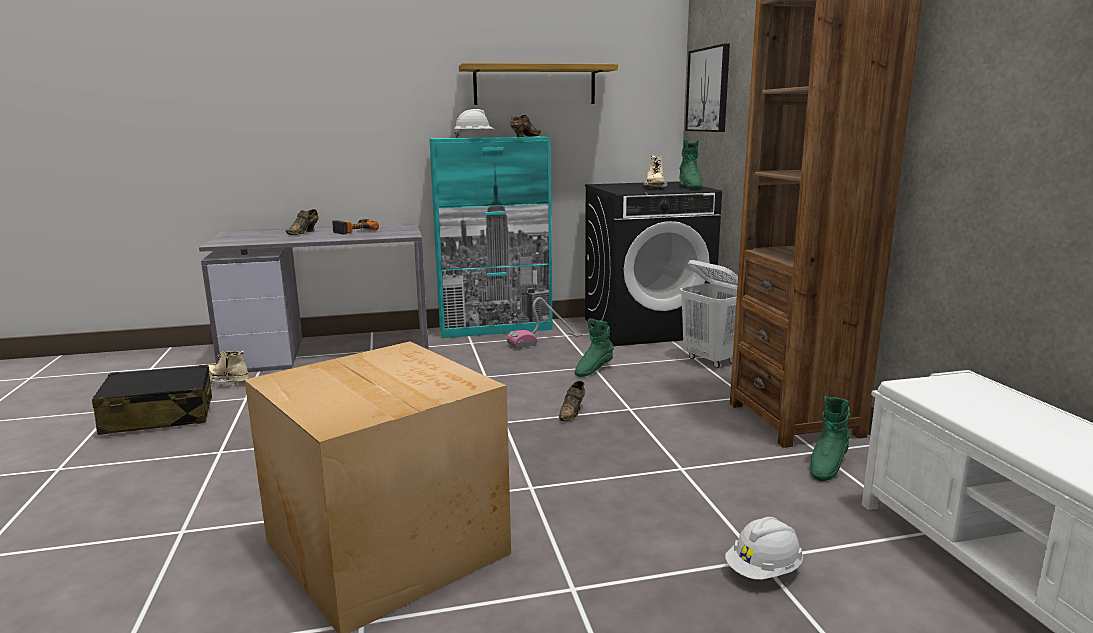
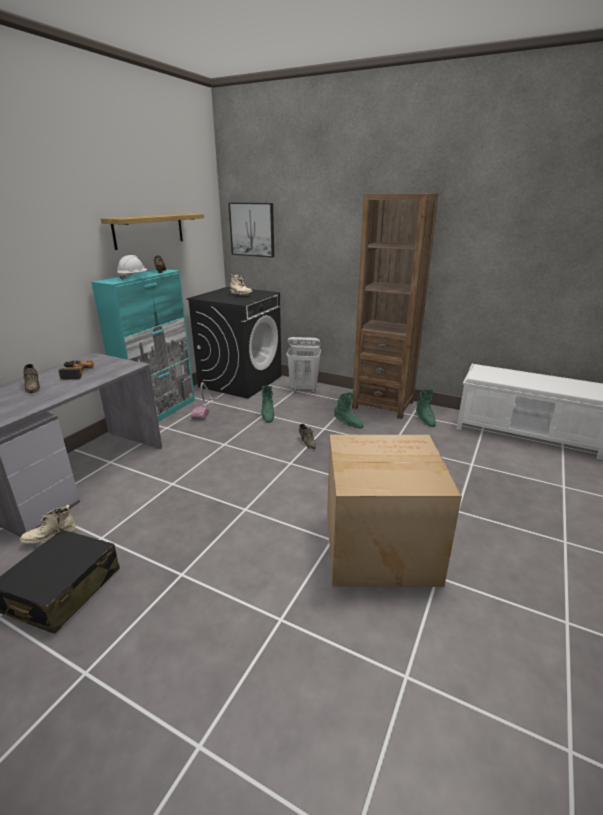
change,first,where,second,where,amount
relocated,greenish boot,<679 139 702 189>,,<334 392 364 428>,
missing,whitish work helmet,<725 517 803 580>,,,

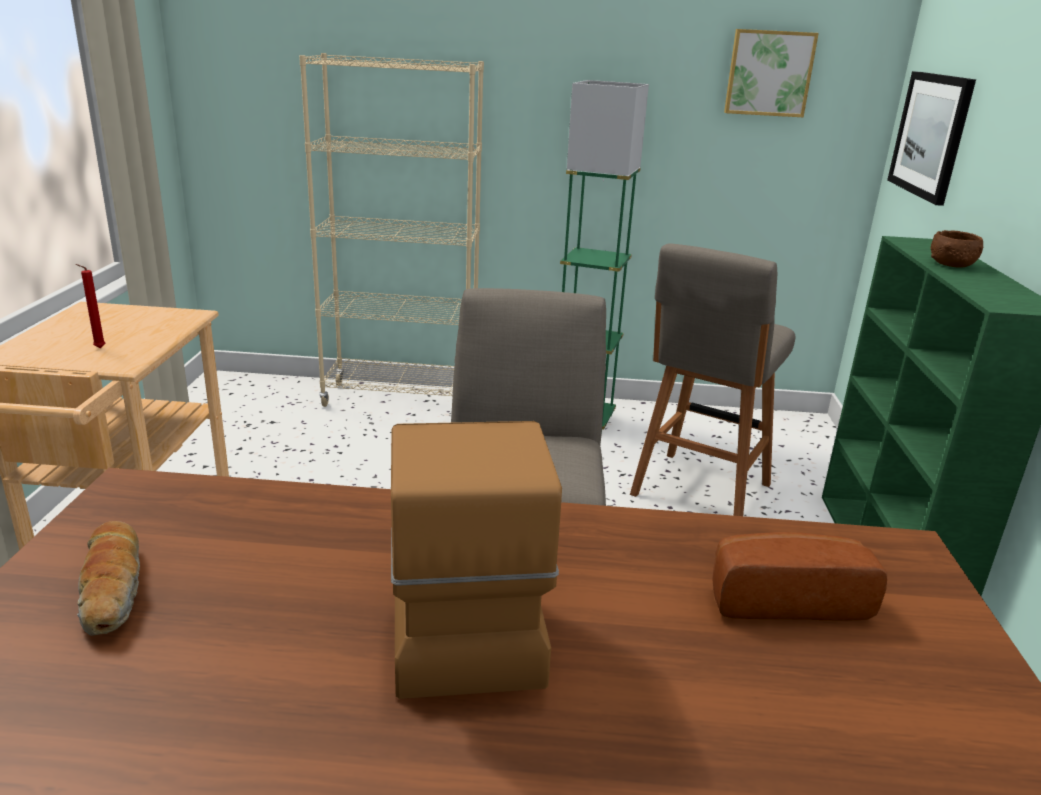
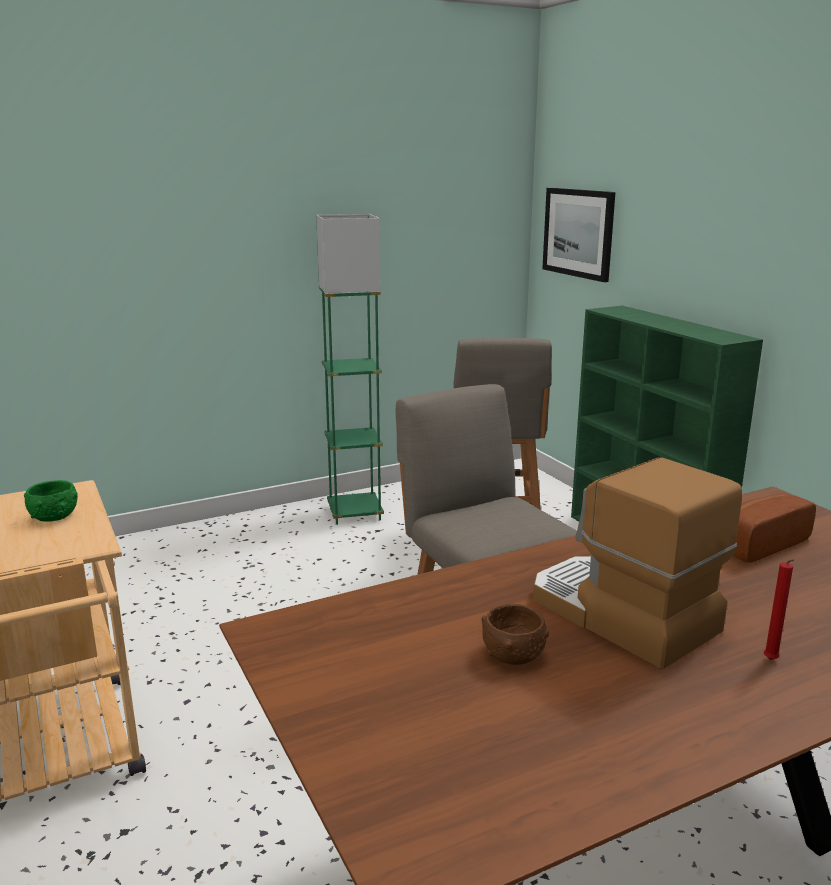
change,first,where,second,where,amount
appeared,,,greenish serving bowl,<24 480 78 522>,
relocated,brown serving bowl,<931 230 983 267>,,<481 604 549 665>,
relocated,red-coloured wax light,<75 264 105 348>,,<764 559 794 660>,
missing,bread,<77 521 140 636>,,,
missing,sand-coloured bookcase,<299 53 484 407>,,,
missing,wall art,<724 29 819 117>,,,

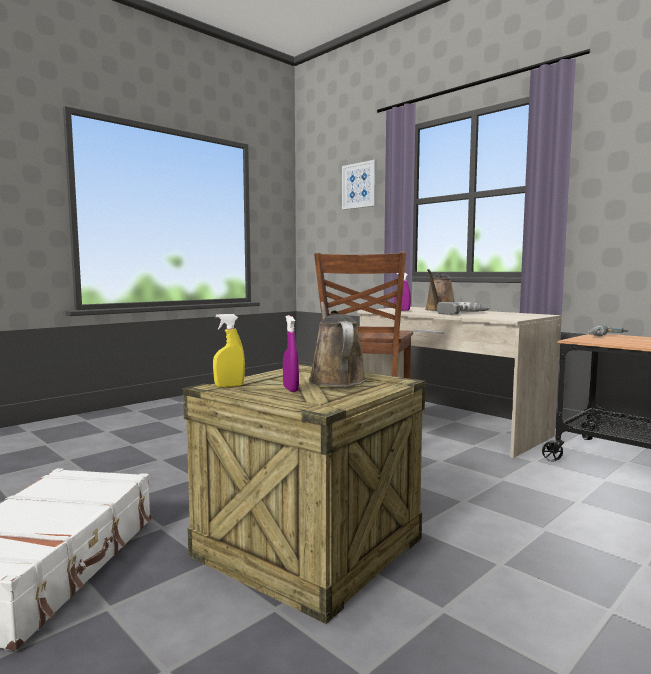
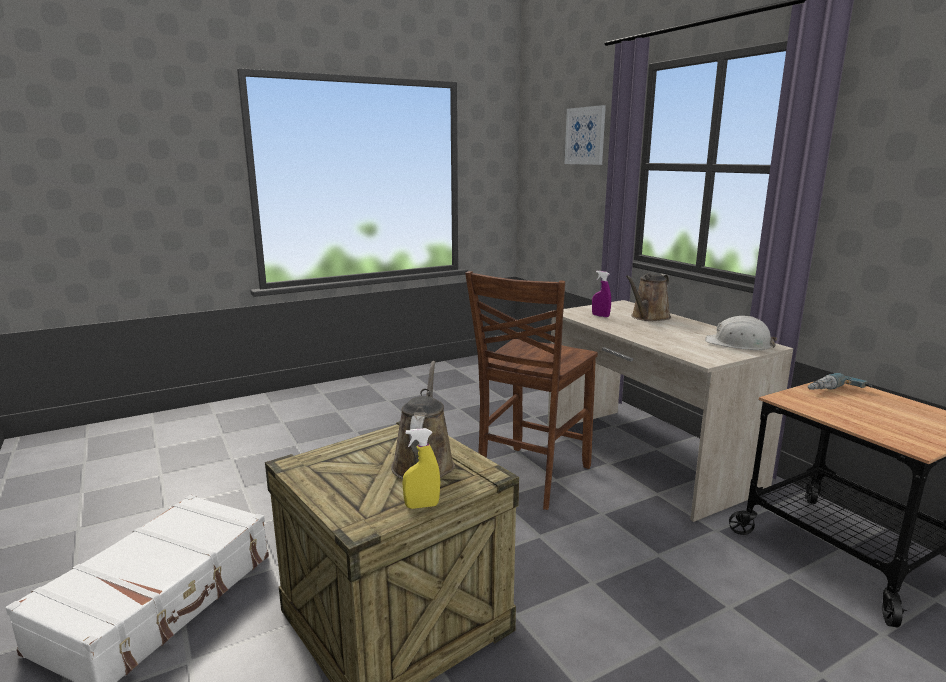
change,first,where,second,where,amount
relocated,yellowish hand sprayer,<213 314 245 387>,,<402 428 440 509>,
appeared,,,whitish work helmet,<705 316 778 350>,
missing,purple-coloured hand sprayer,<283 315 299 392>,,,
missing,power drill,<437 302 490 315>,,,

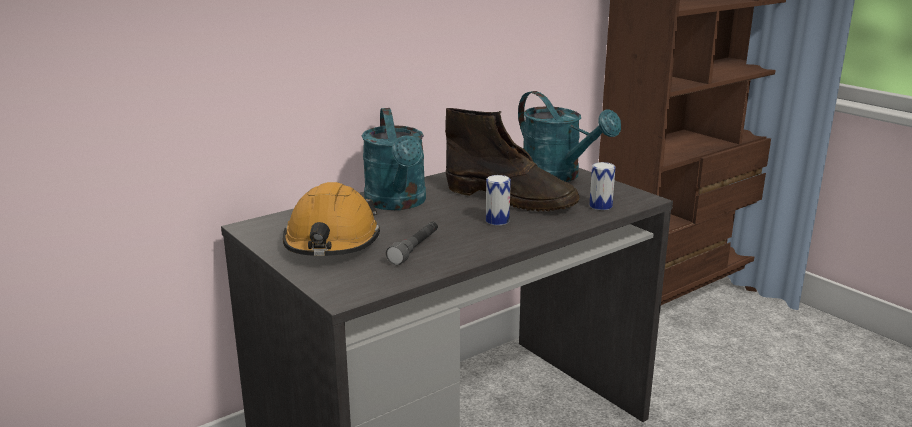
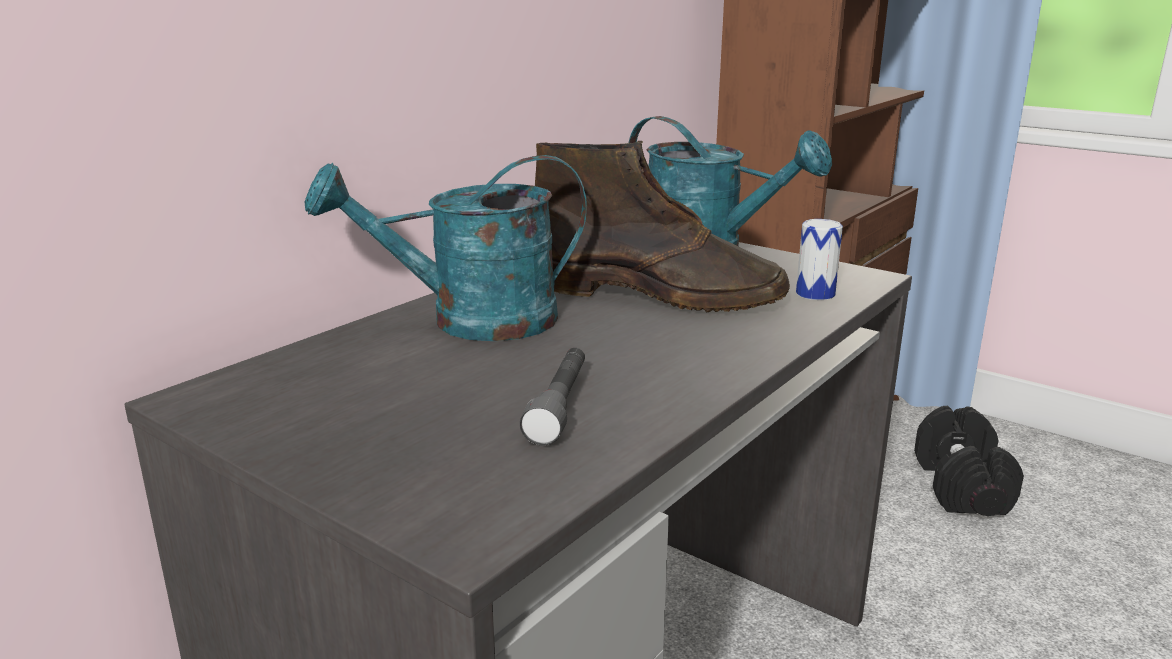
change,first,where,second,where,amount
spun,turquoise-coloured sprinkling can,<362 108 426 210>,,<304 155 587 341>,105 degrees clockwise
appeared,,,black dumbbell,<914 406 1024 516>,
missing,orangey work helmet,<283 182 380 256>,,,
missing,sealed can,<486 175 511 225>,,,

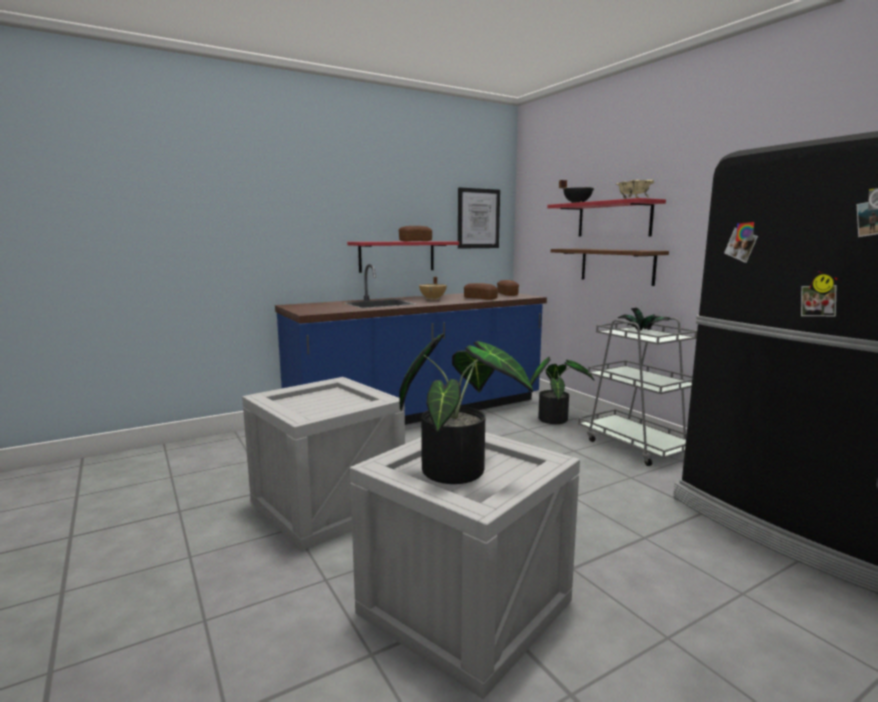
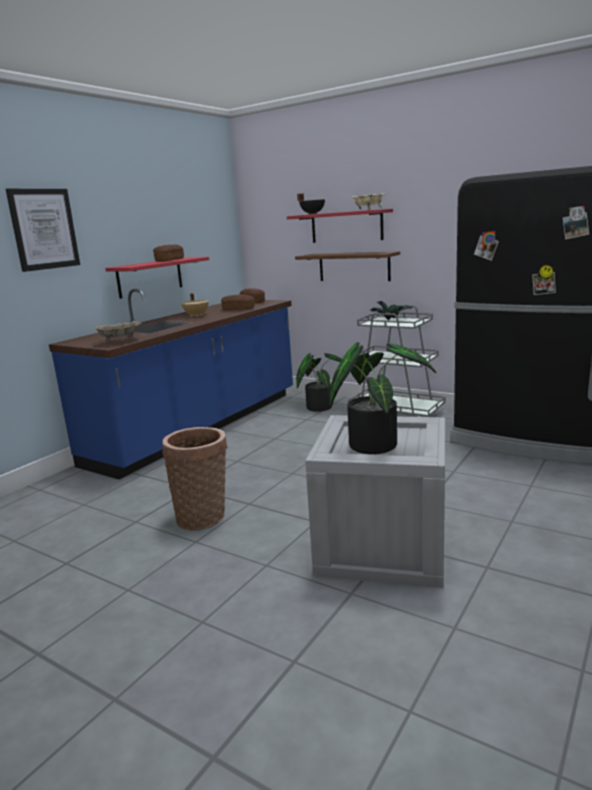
change,first,where,second,where,amount
relocated,wall art,<458 187 500 249>,,<6 189 80 272>,
appeared,,,sand-coloured serving bowl,<94 321 142 343>,
exchanged,packing crate,<242 377 405 551>,storage basket,<162 427 228 530>,

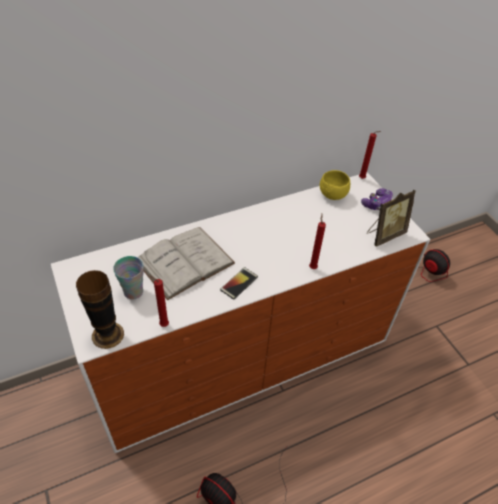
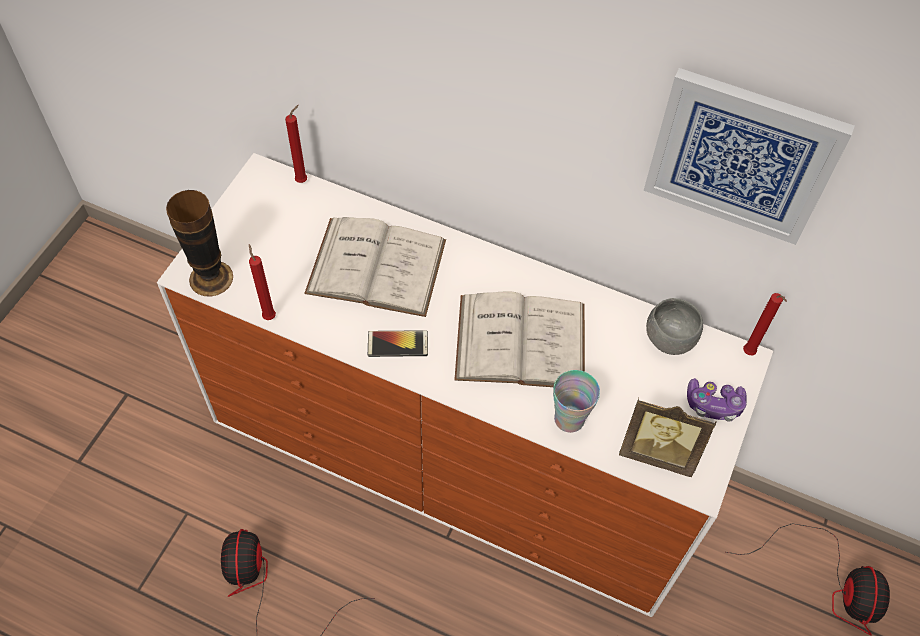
change,first,where,second,where,amount
relocated,red-coloured wax light,<309 214 326 269>,,<285 105 307 183>,
appeared,,,whitish book,<454 291 585 387>,
relocated,drinking cup,<113 256 144 300>,,<553 370 600 433>,
appeared,,,wall art,<644 68 855 245>,
colour,yellowish serving bowl,<320 170 350 200>,greyish serving bowl,<646 298 703 355>,

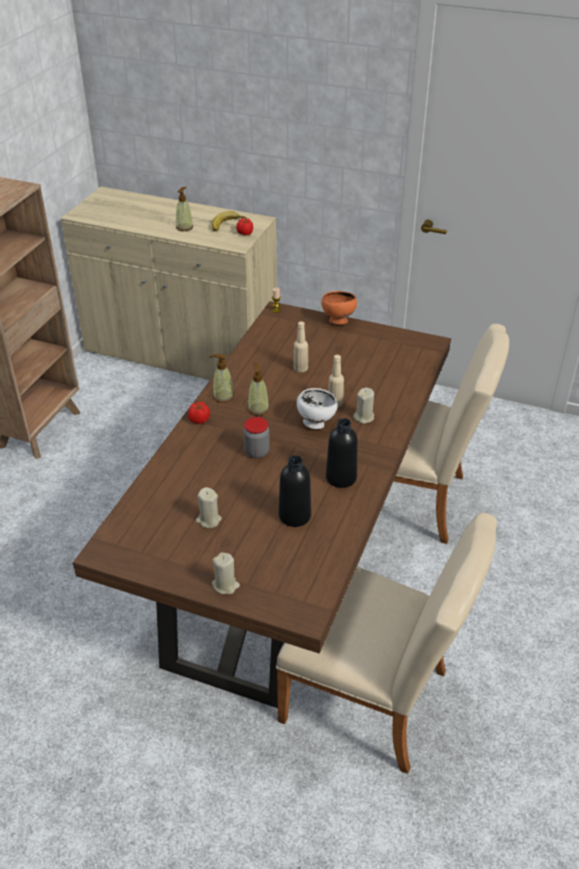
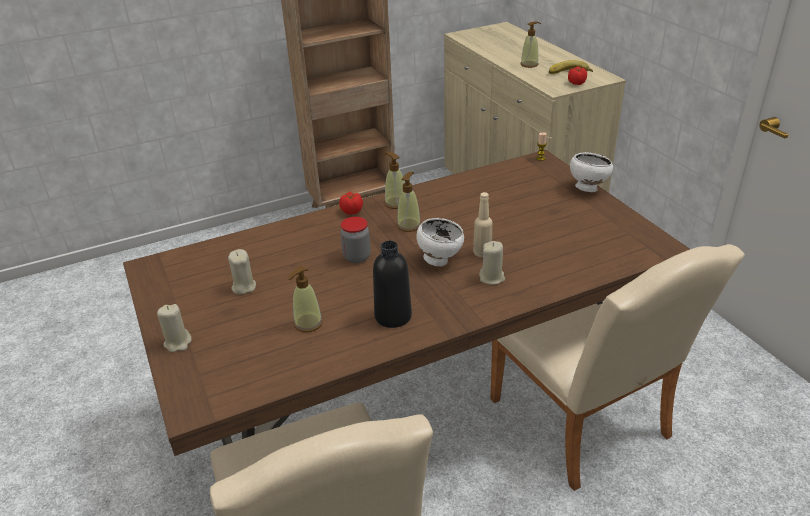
change,first,where,second,where,amount
exchanged,black bottle,<279 455 311 527>,soap bottle,<288 266 323 332>,
colour,orangey serving bowl,<321 291 357 324>,whitish serving bowl,<570 152 613 192>,
missing,sand-coloured bottle,<294 321 308 373>,,,

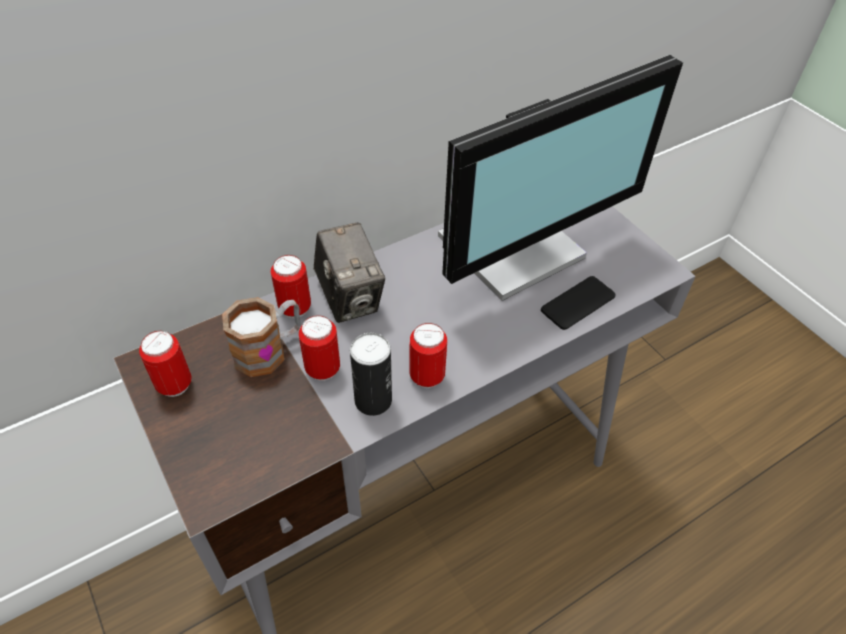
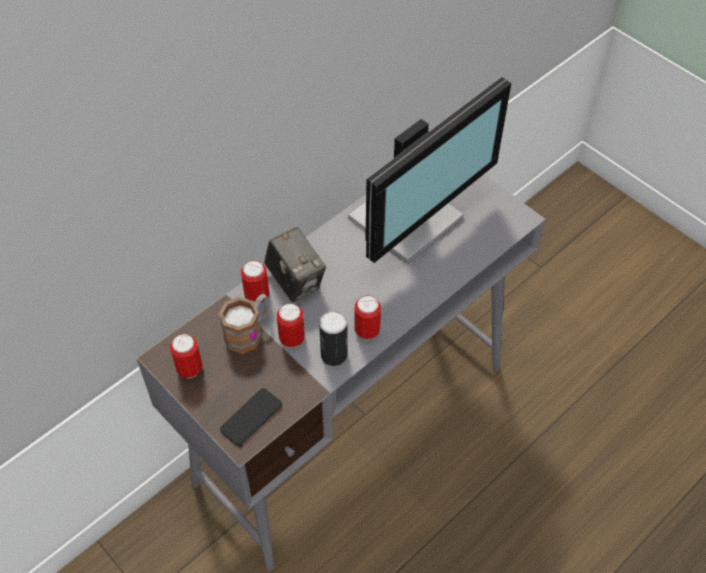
change,first,where,second,where,amount
relocated,phone,<541 276 616 330>,,<220 388 282 446>,

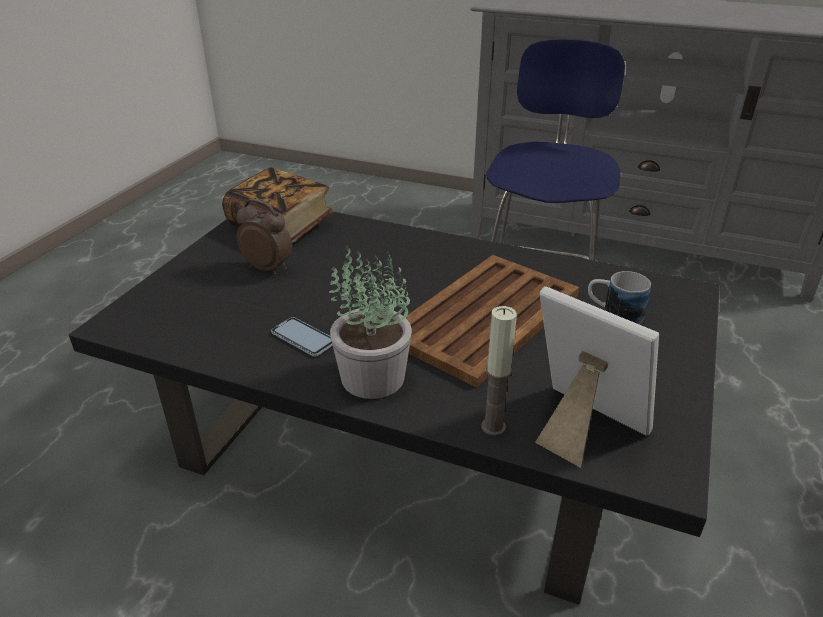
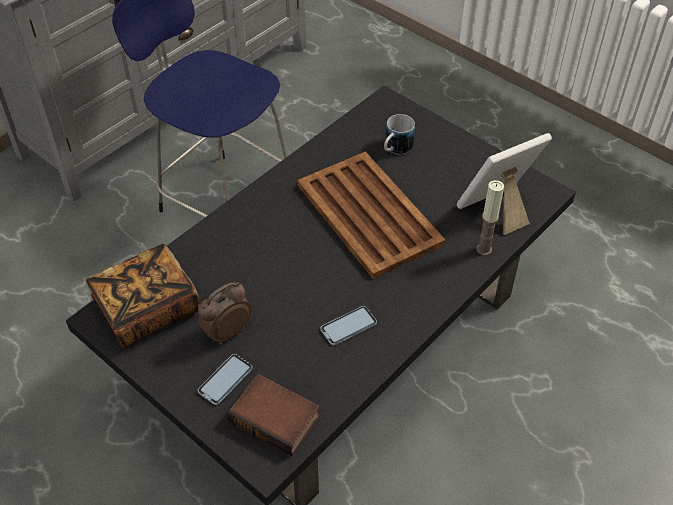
change,first,where,second,where,amount
appeared,,,phone,<198 354 252 405>,
appeared,,,book,<227 374 320 456>,
missing,potted plant,<329 245 412 399>,,,

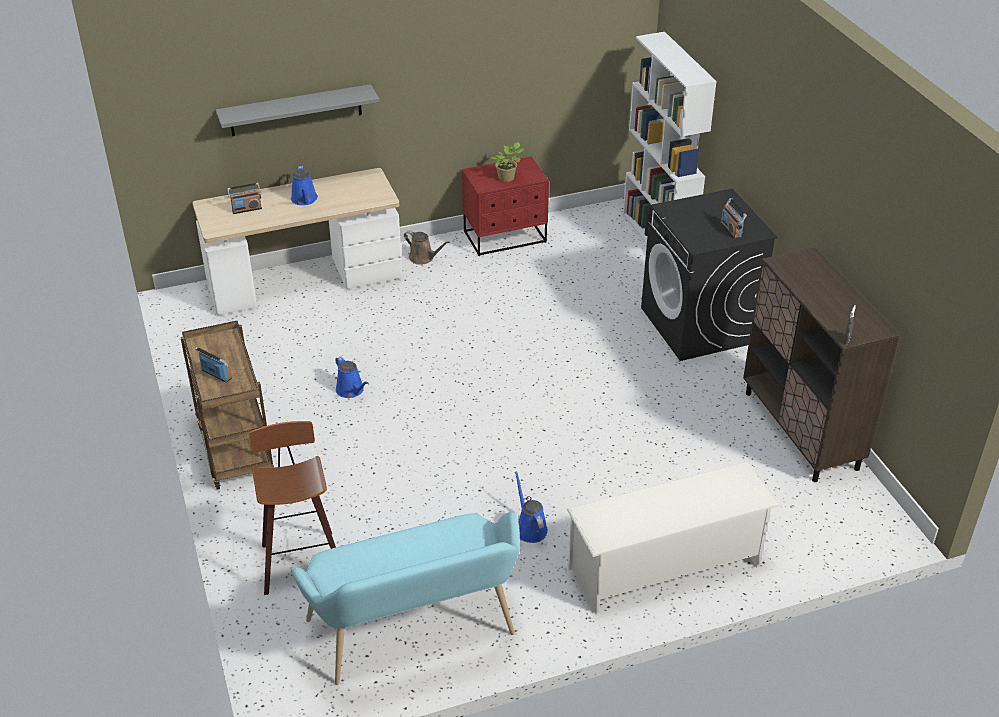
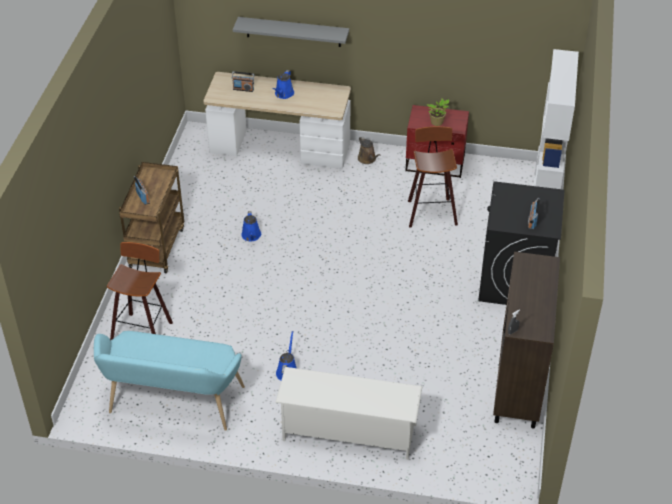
change,first,where,second,where,amount
appeared,,,stool,<408 126 458 227>,

